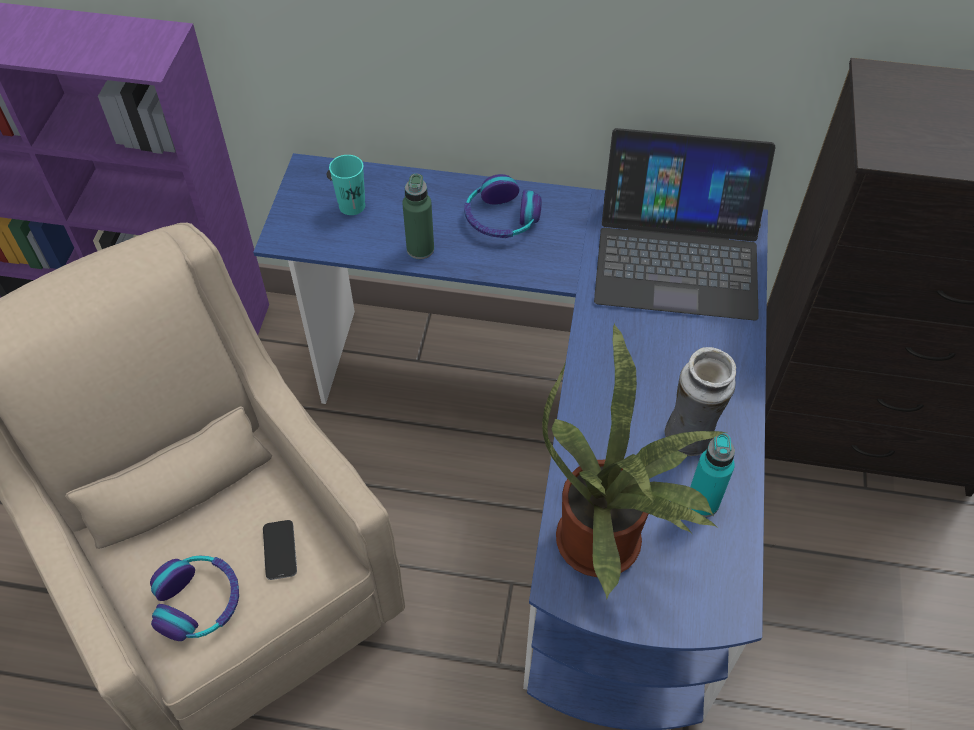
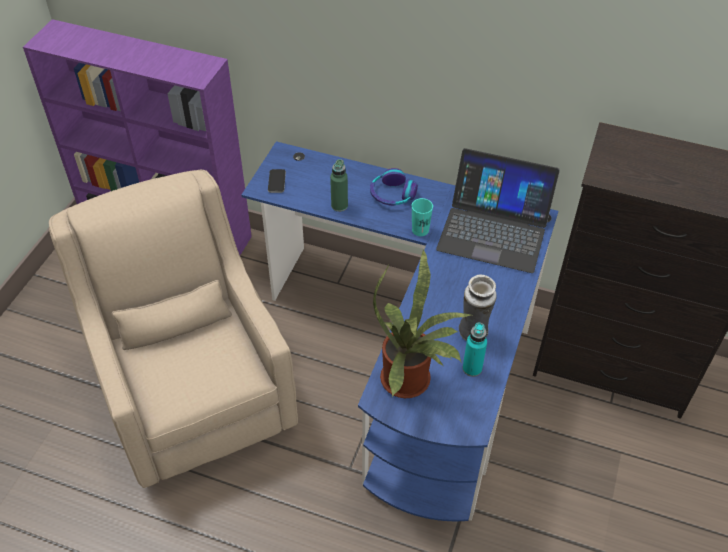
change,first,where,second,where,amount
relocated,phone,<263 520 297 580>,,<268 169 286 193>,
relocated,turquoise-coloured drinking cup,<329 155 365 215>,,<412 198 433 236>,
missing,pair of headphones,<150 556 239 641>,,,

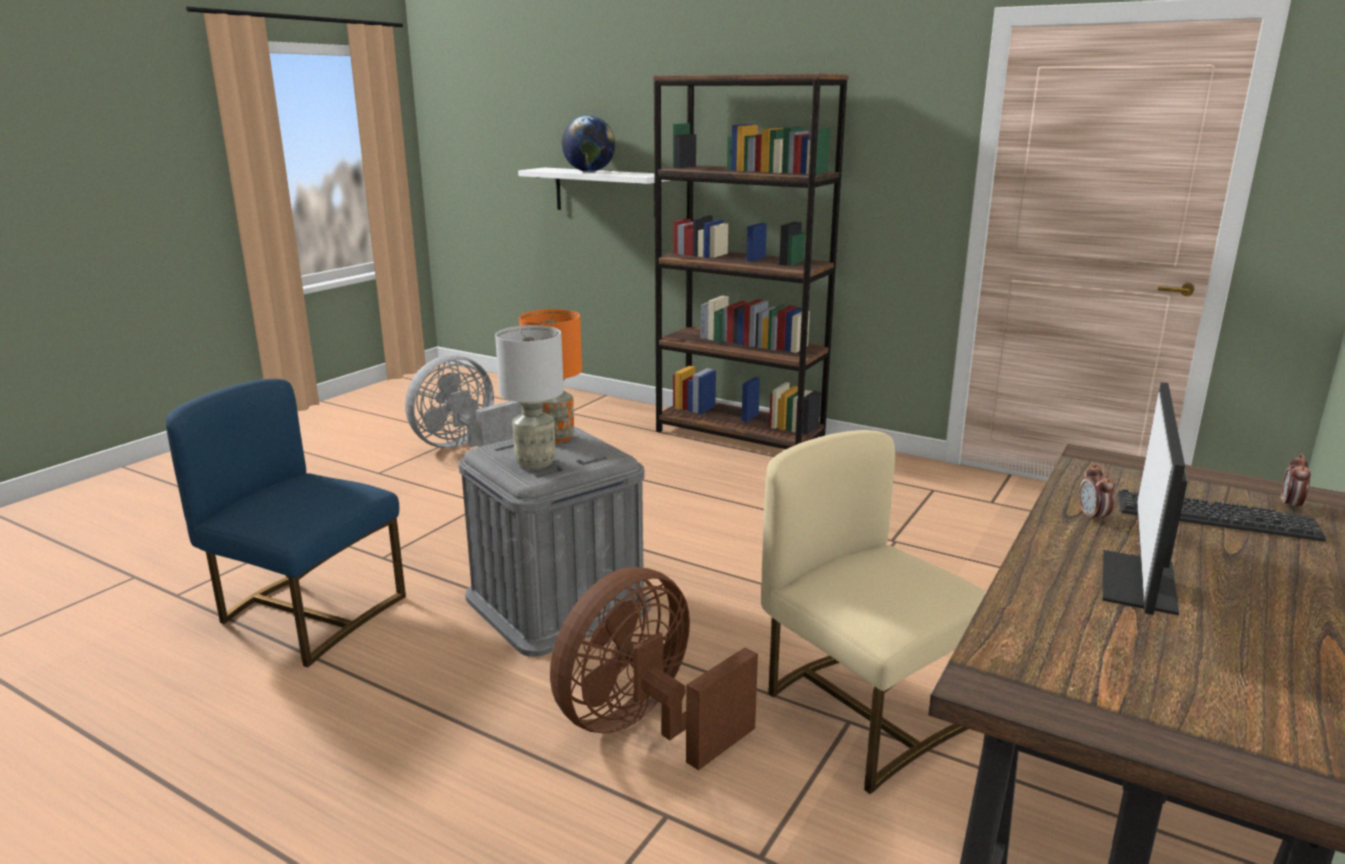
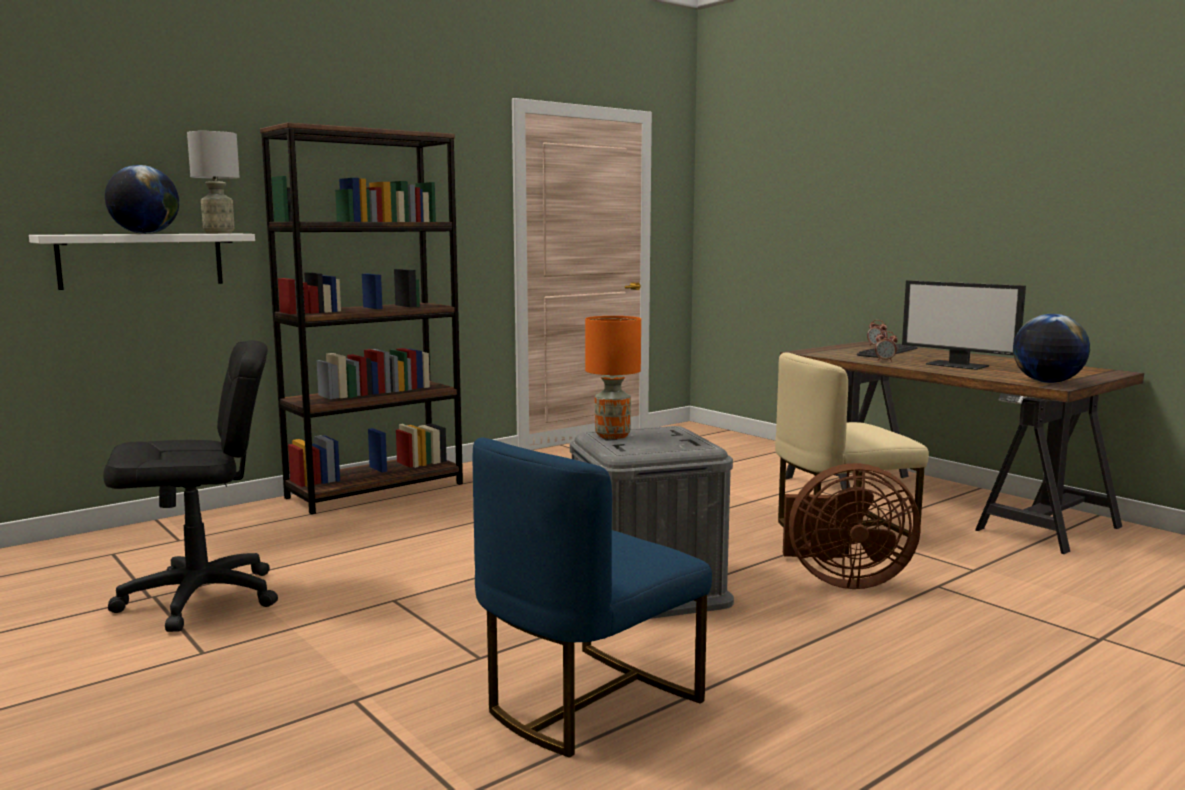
change,first,where,second,where,amount
exchanged,greyish fan,<405 355 522 448>,black computer chair,<103 340 278 632>,
relocated,greyish tabletop lamp,<495 325 564 469>,,<187 131 240 234>,
spun,brown fan,<550 567 758 770>,,<783 463 921 589>,60 degrees counterclockwise
appeared,,,desk globe,<1013 314 1090 383>,

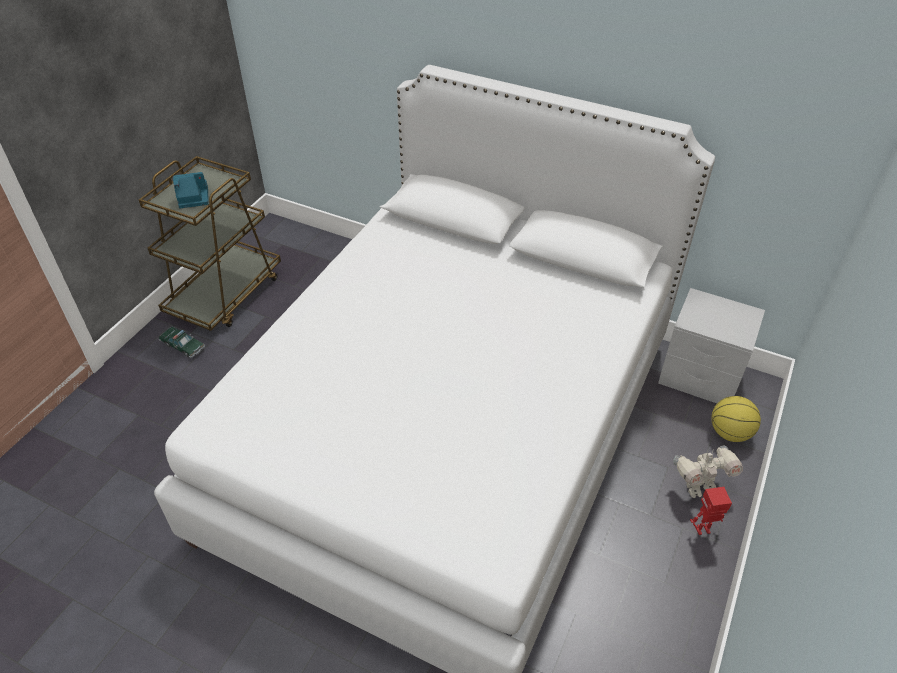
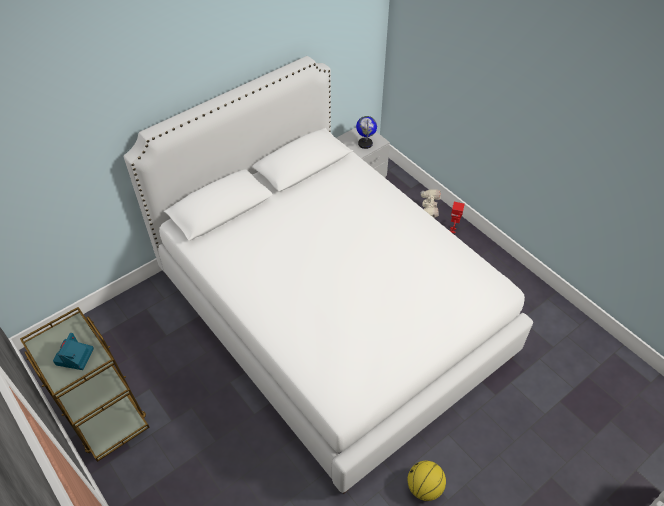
change,first,where,second,where,amount
appeared,,,desk globe,<356 116 377 149>,
relocated,basketball ball,<711 396 761 442>,,<408 461 446 501>,
missing,model car,<159 327 205 358>,,,

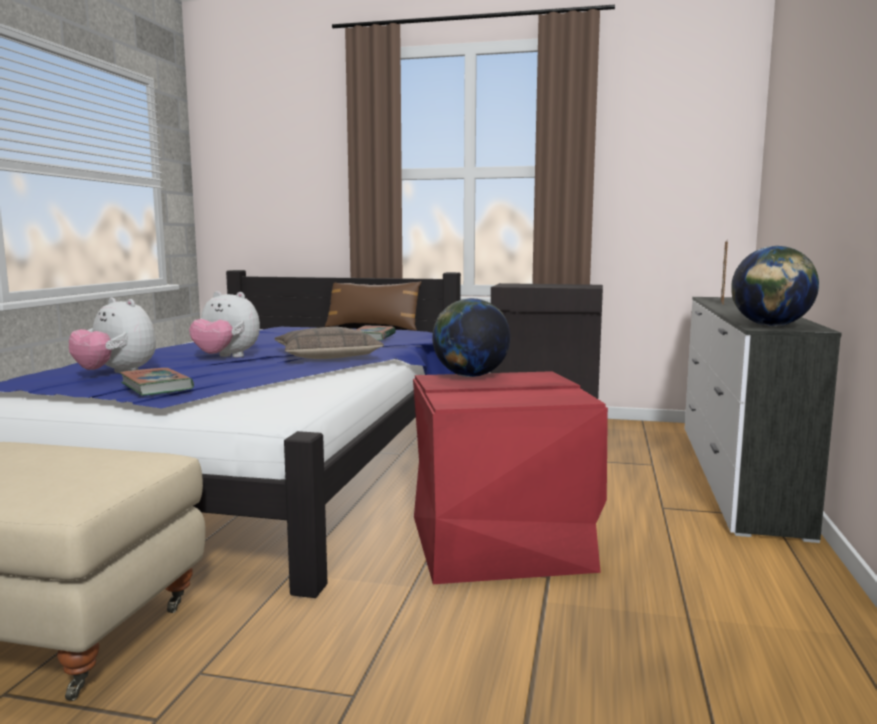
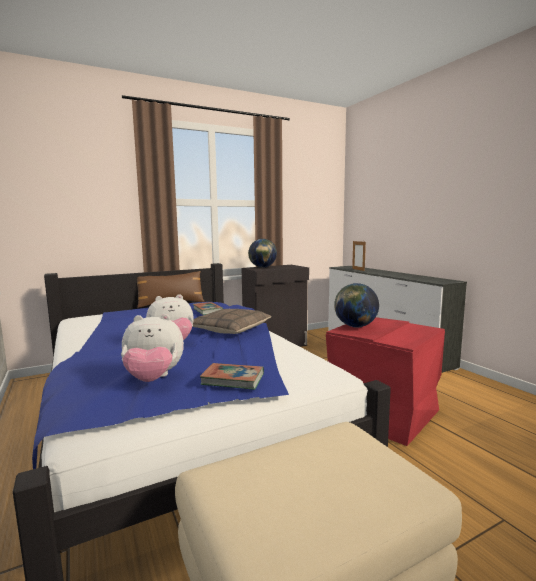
change,first,where,second,where,amount
relocated,desk globe,<731 246 819 327>,,<248 239 277 268>,

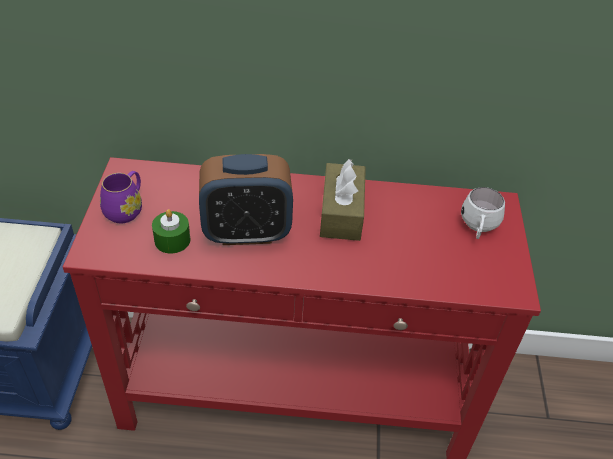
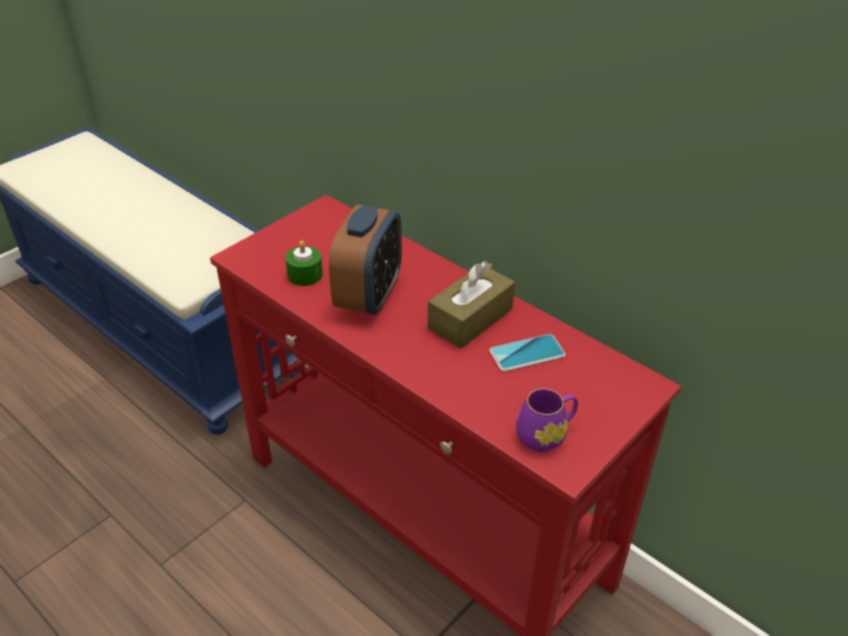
change,first,where,second,where,amount
spun,alarm clock,<199 154 293 245>,,<329 205 402 315>,105 degrees counterclockwise
appeared,,,phone,<490 334 566 371>,
relocated,purple-coloured mug,<100 171 142 223>,,<516 388 578 452>,
missing,whitish mug,<461 187 505 239>,,,

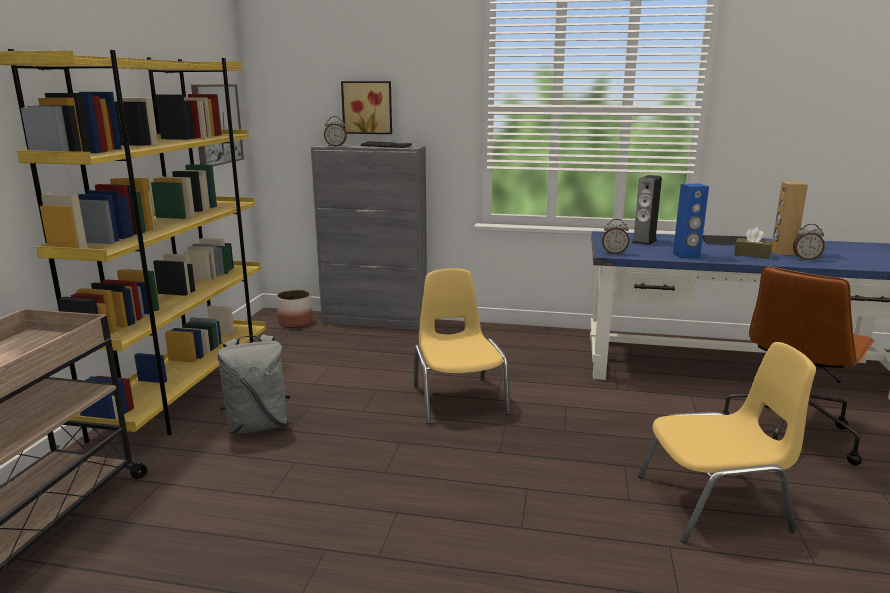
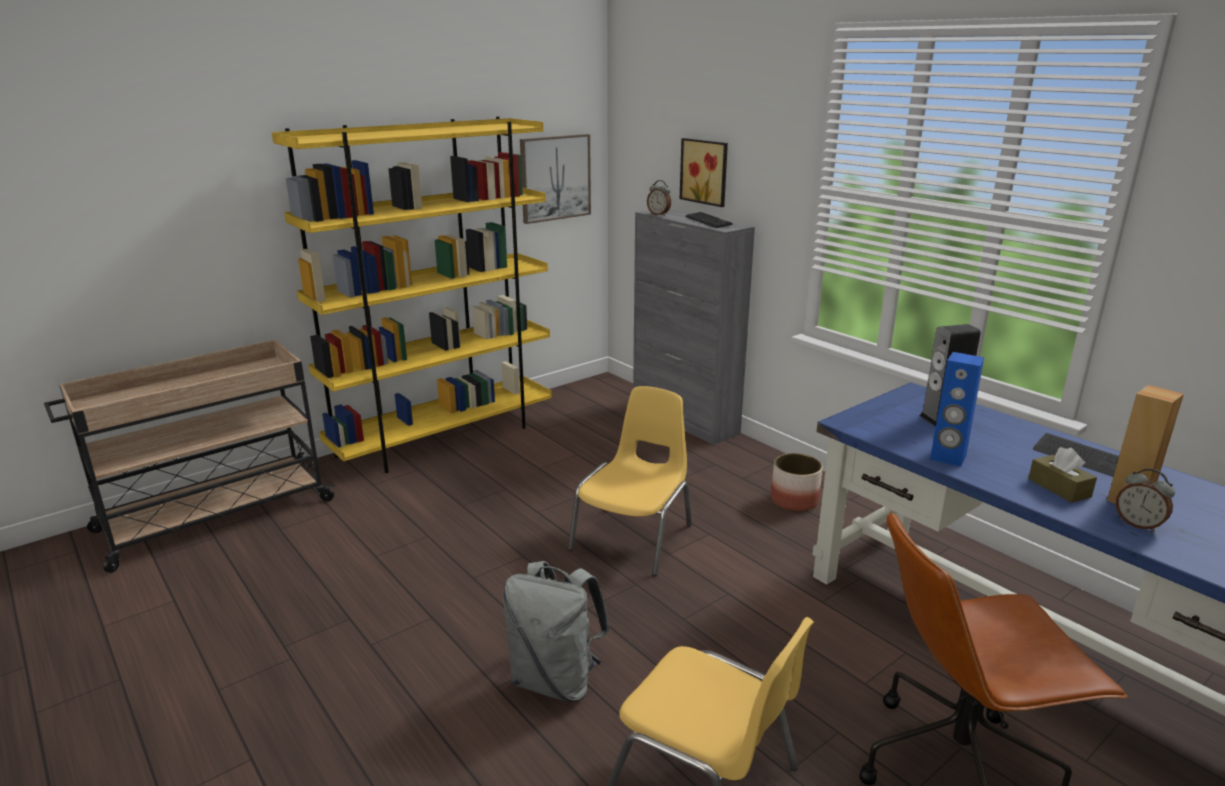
change,first,where,second,where,amount
relocated,greyish rucksack,<218 334 290 434>,,<503 561 610 702>,
relocated,plant pot,<276 290 313 328>,,<771 453 823 512>,
missing,alarm clock,<602 219 629 254>,,,

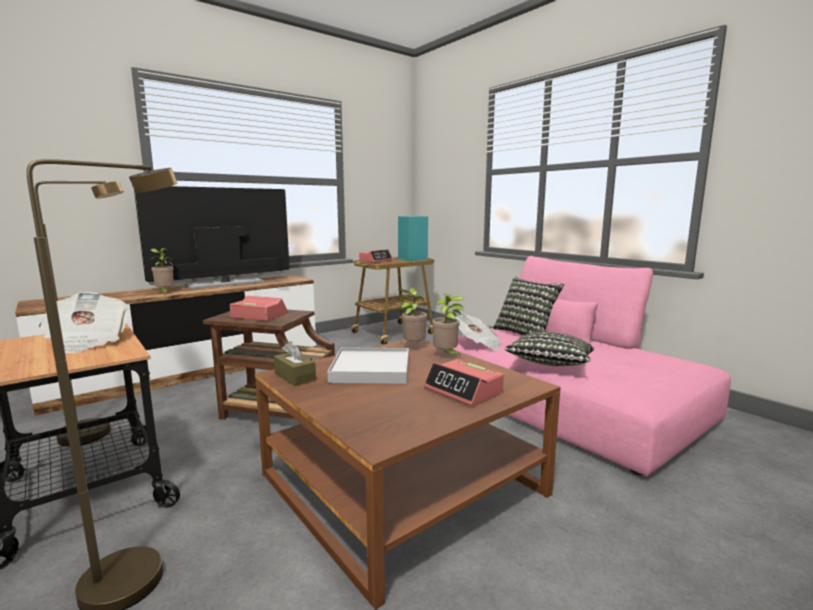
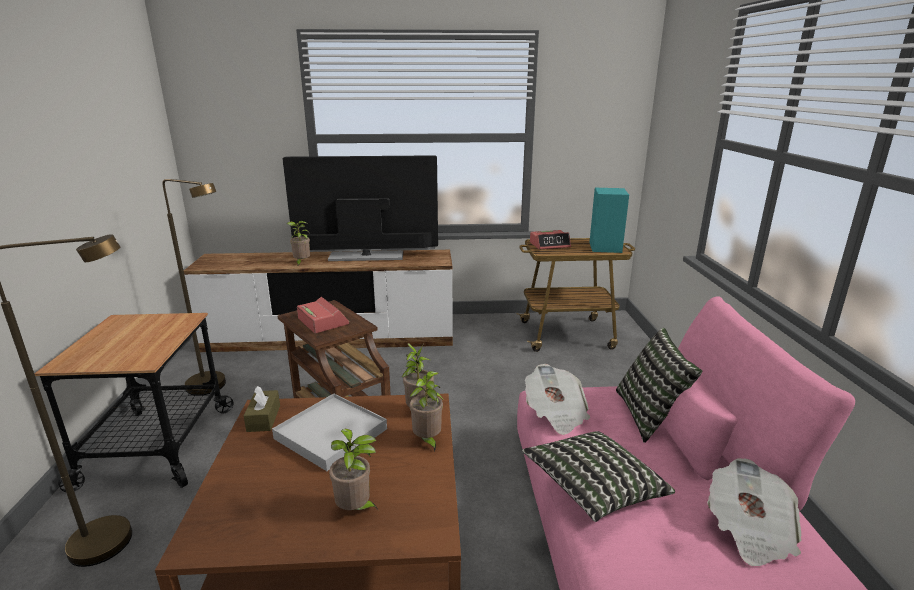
change,first,where,second,where,amount
exchanged,alarm clock,<424 359 504 407>,potted plant,<329 428 379 511>,
relocated,printed paper,<39 292 129 354>,,<707 458 801 566>,

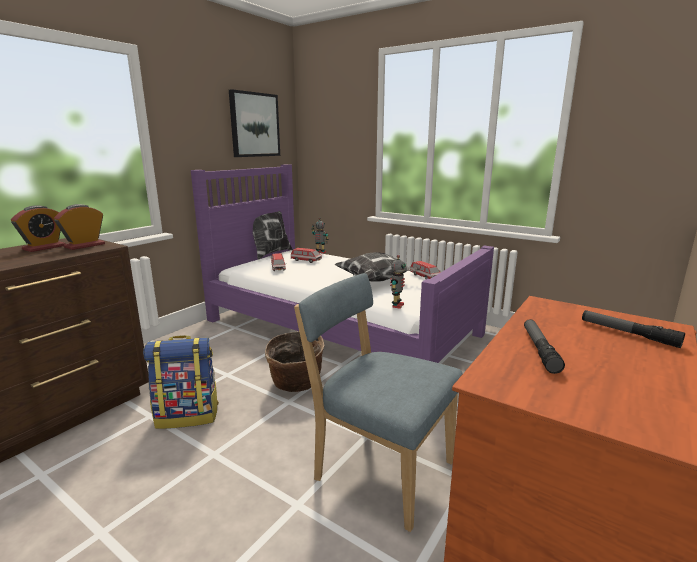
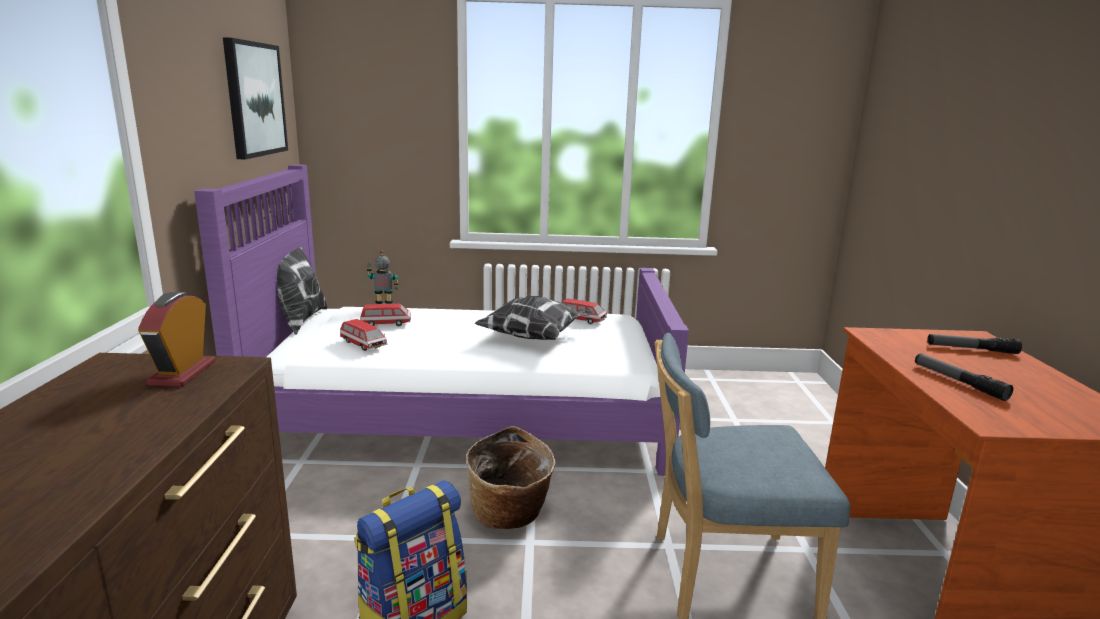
change,first,where,second,where,amount
missing,alarm clock,<11 205 66 252>,,,
missing,model robot,<390 255 406 309>,,,

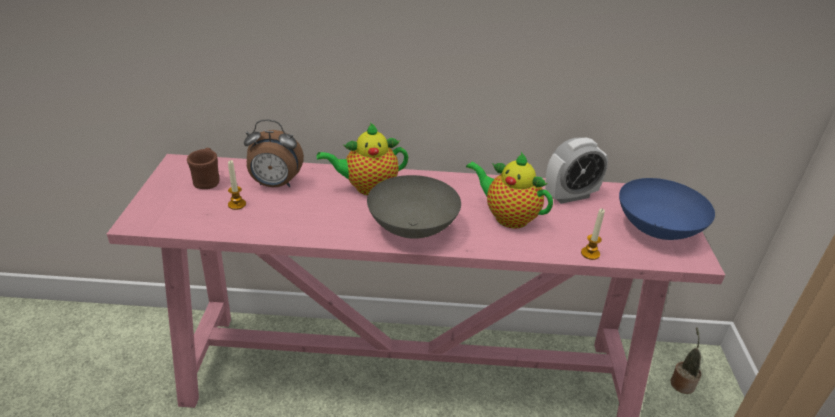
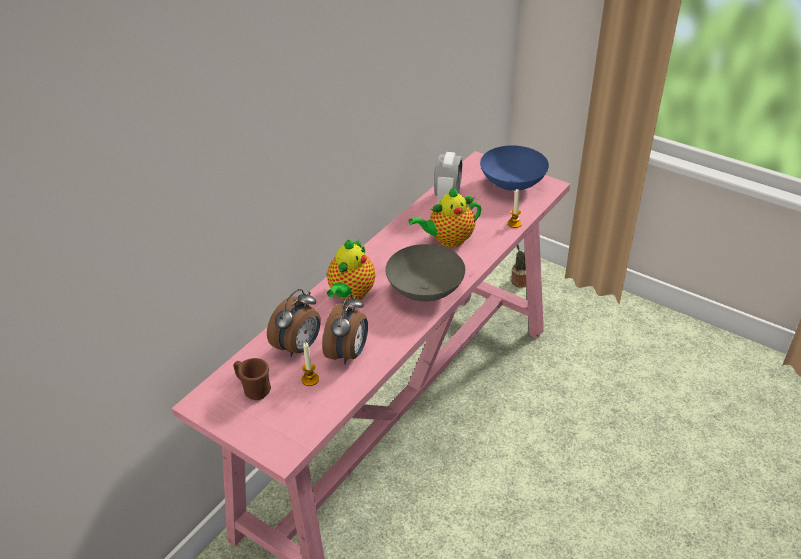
change,first,where,second,where,amount
appeared,,,alarm clock,<322 294 368 364>,

